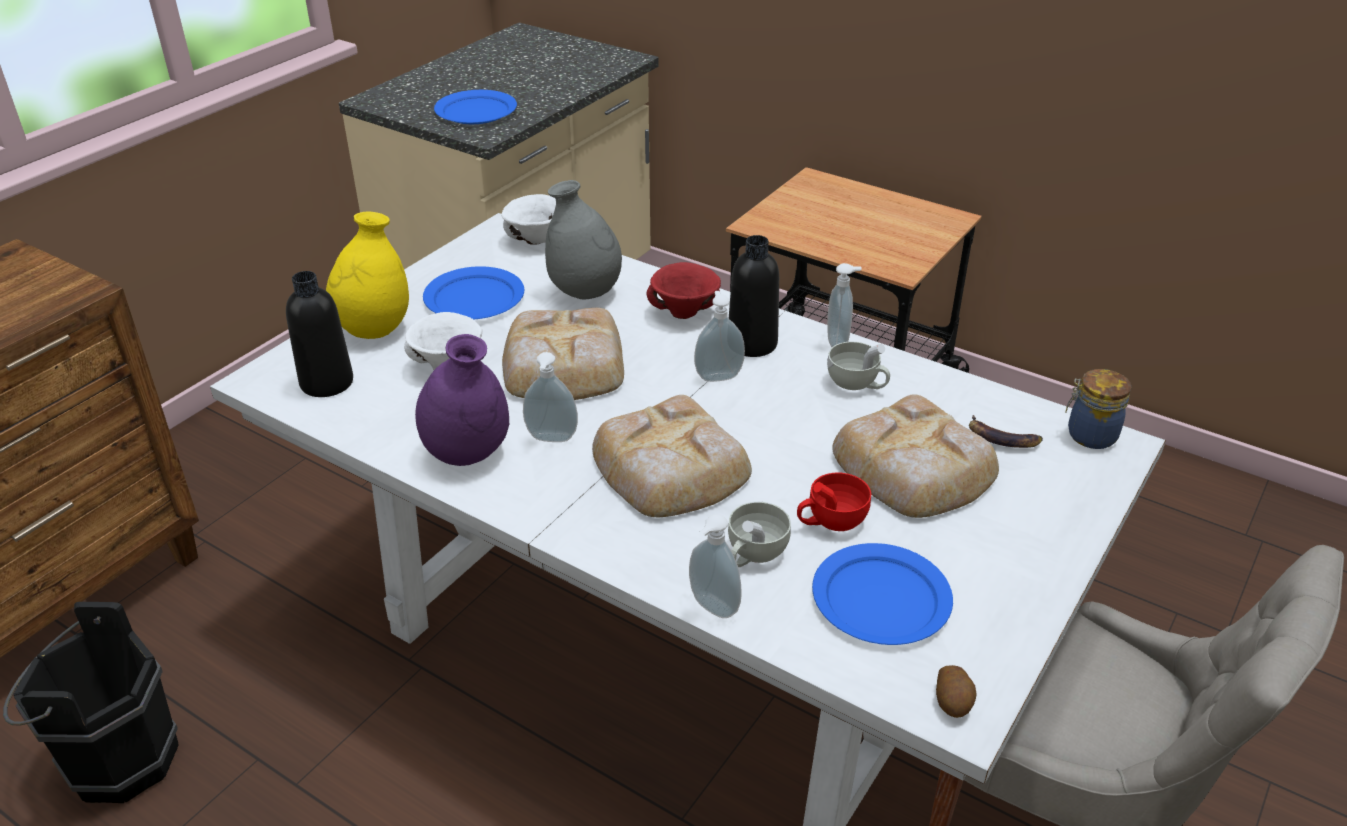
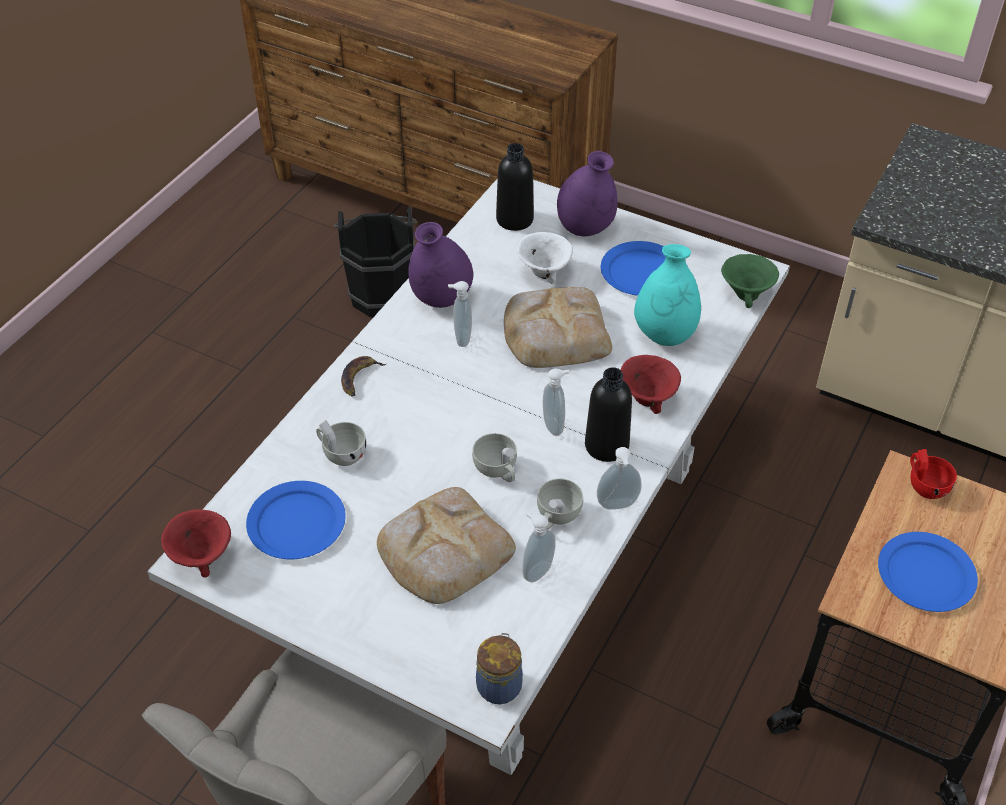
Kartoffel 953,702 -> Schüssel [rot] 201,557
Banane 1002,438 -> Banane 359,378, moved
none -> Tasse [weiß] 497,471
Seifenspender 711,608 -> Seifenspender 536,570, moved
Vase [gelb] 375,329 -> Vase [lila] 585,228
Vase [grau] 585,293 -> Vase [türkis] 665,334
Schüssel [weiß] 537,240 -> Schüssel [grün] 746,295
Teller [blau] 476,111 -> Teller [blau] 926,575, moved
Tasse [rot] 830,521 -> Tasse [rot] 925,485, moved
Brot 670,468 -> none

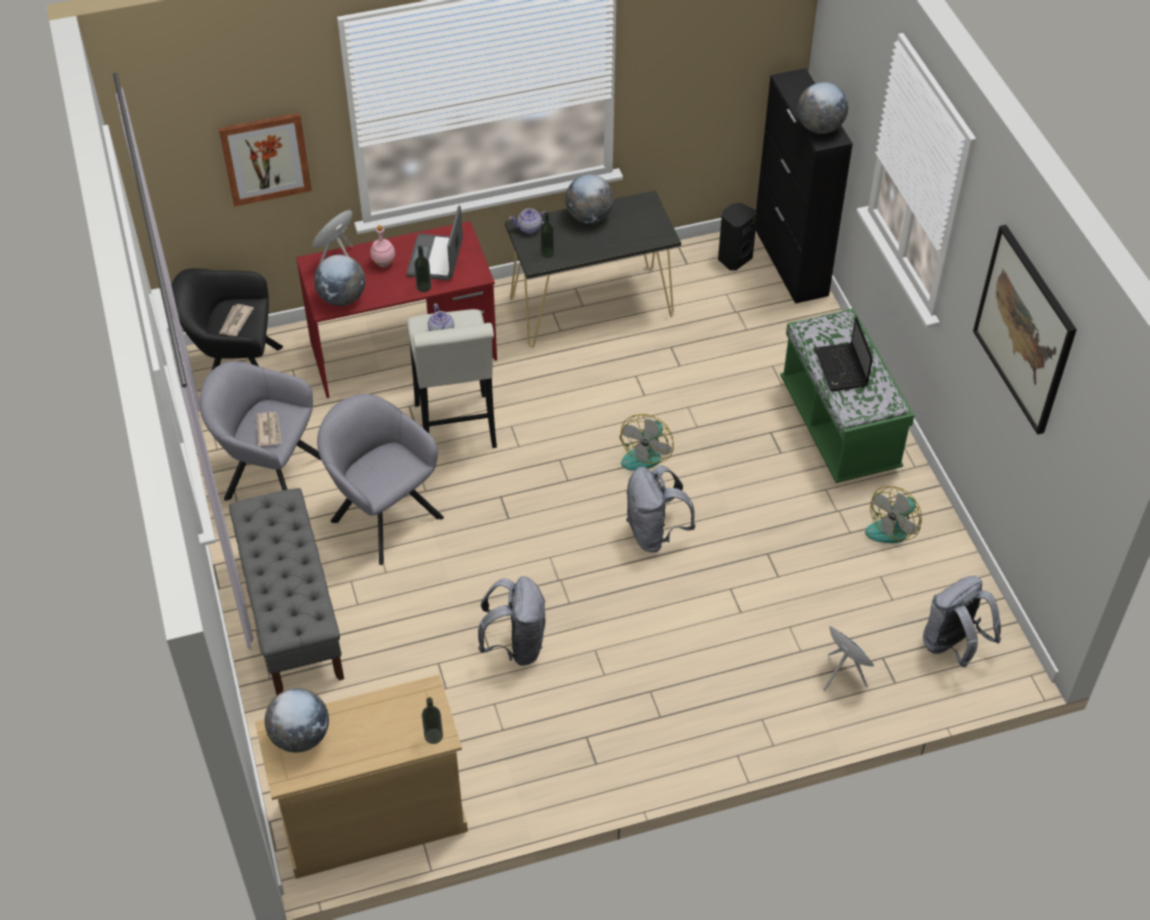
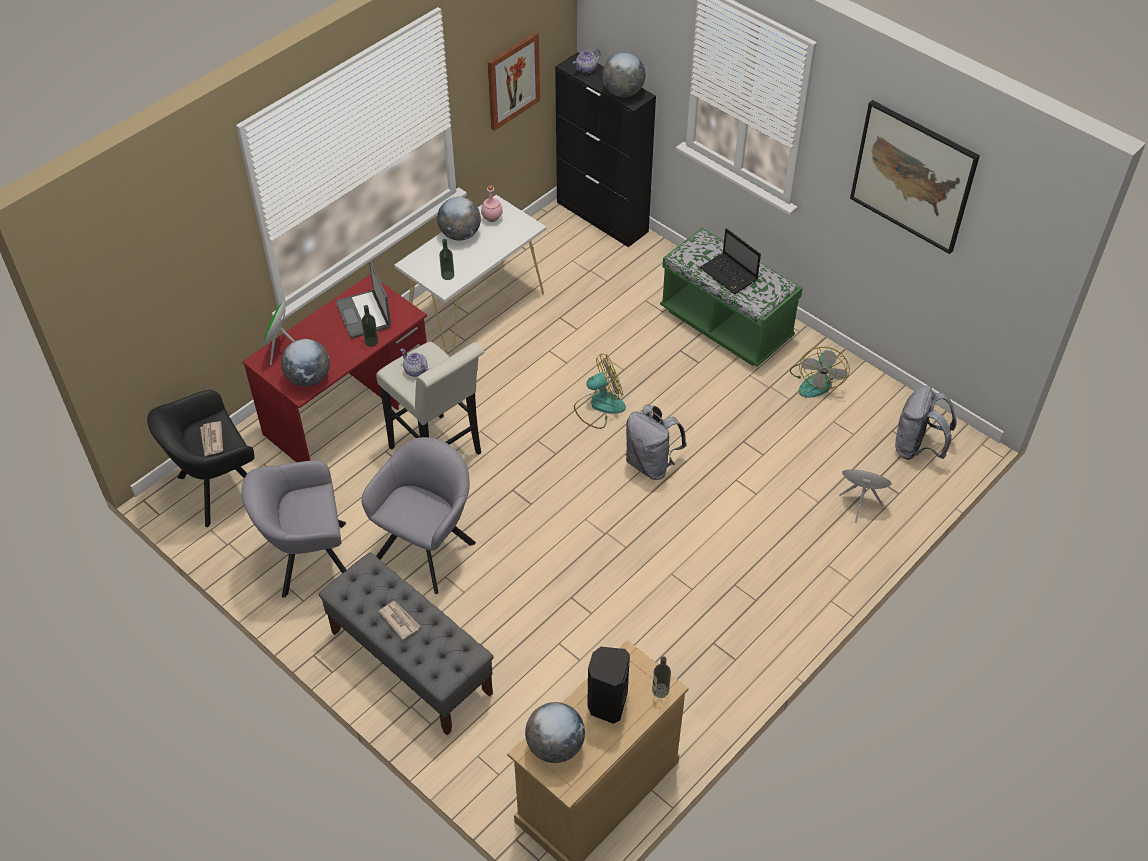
Sessel [grau] 383,515 -> Sessel [grau] 428,547, 105 degrees clockwise
Zeitung 269,430 -> Zeitung 399,620, moved
Konsolentisch [schwarz] 592,306 -> Konsolentisch [weiß] 476,311
Flasche [rosa] 384,263 -> Flasche [rosa] 492,219, moved
Bild 265,158 -> Bild 513,80, moved
Teekanne 529,228 -> Teekanne 586,69, moved
Ventilator 645,452 -> Ventilator 599,406, 105 degrees counterclockwise
Lautsprecher [schwarz] 733,258 -> Lautsprecher [schwarz] 606,703, moved
Rucksack [grau] 516,645 -> none

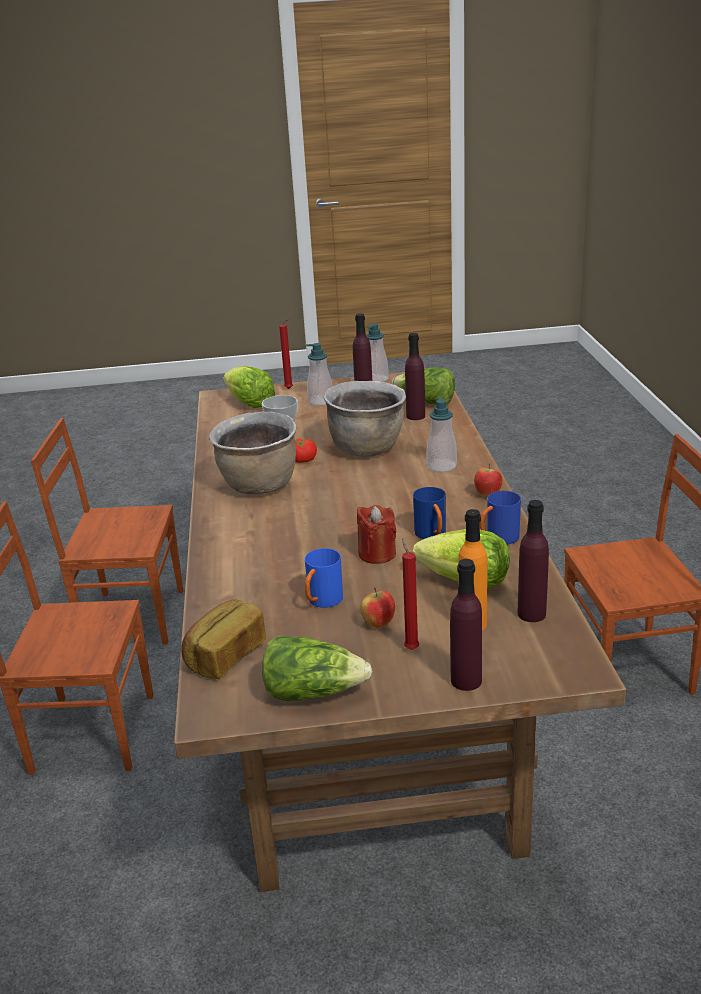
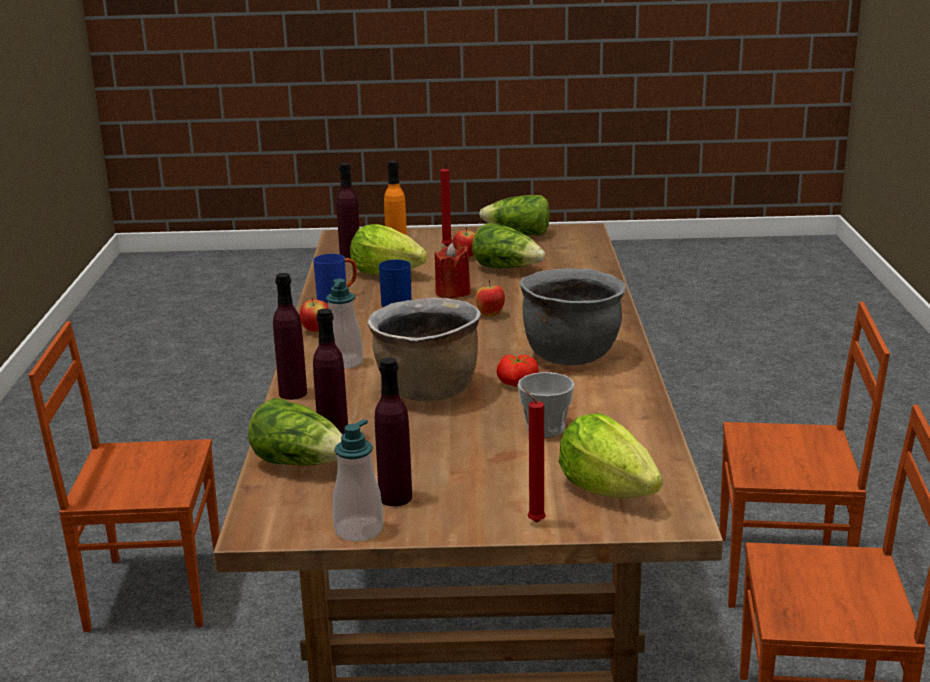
Flasche [lila] 466,680 -> Flasche [lila] 293,393, moved
Henkelbecher [blau] 322,602 -> Salatkopf 507,268
none -> Apfel 490,315
Kochtopf [braun] 259,486 -> Kochtopf [grau] 571,355
Brot 224,656 -> none
Seifenspender 320,401 -> none

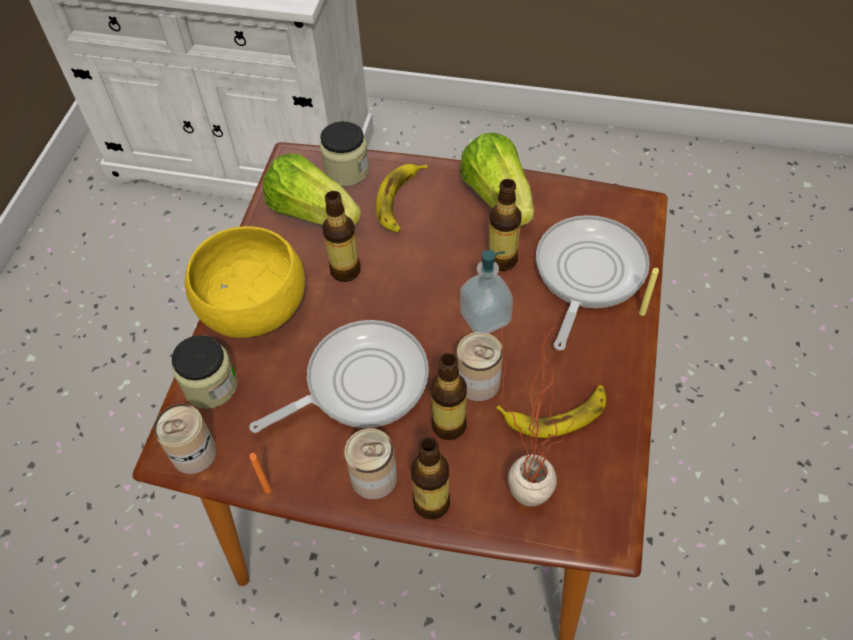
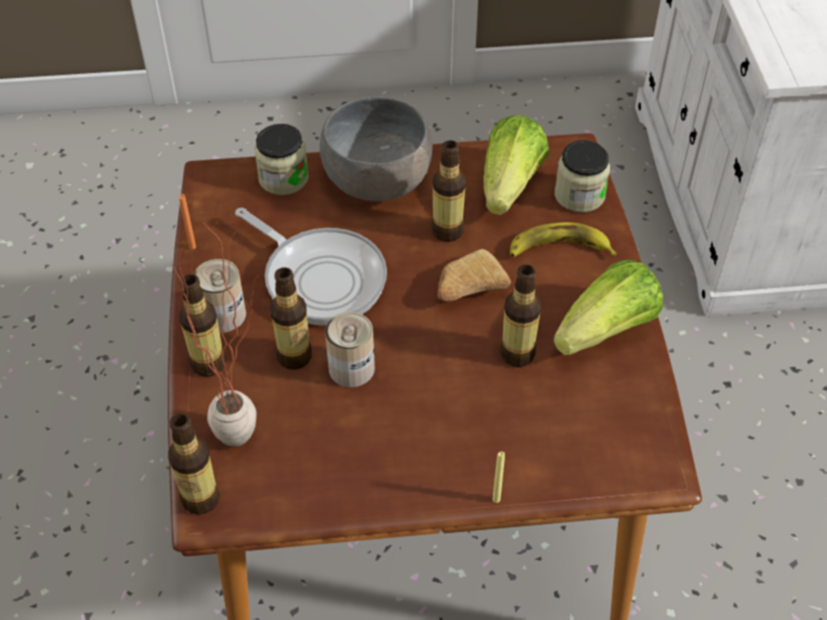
none -> Flasche 201,498
Schüssel [gelb] 254,307 -> Schüssel [grau] 377,180
none -> Brot 467,289
Dose 194,453 -> none
Seifenspender 485,318 -> none
Banane 556,414 -> none
Pfanne 587,274 -> none

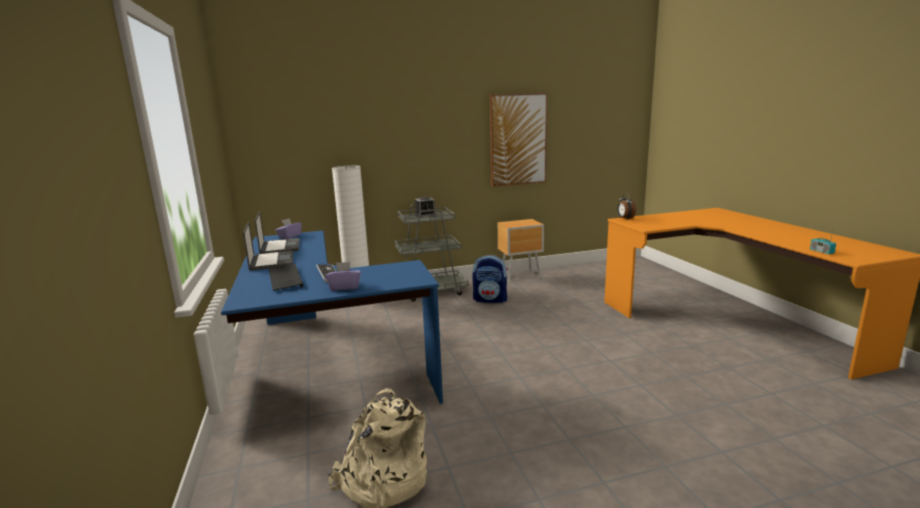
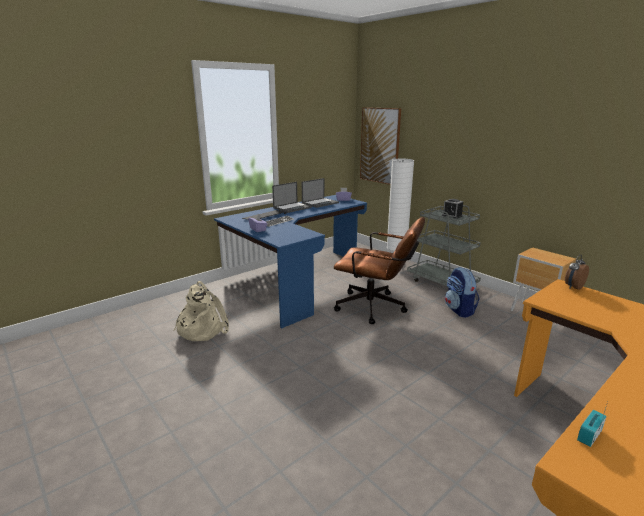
none -> Bürostuhl [braun] 376,308
Bild 518,140 -> Bild 380,145, moved

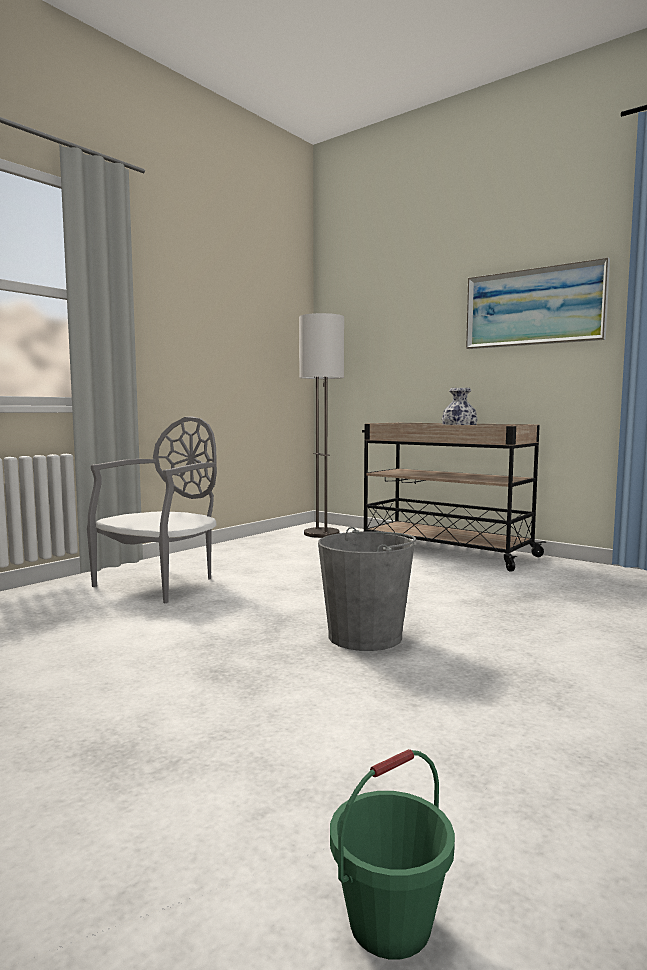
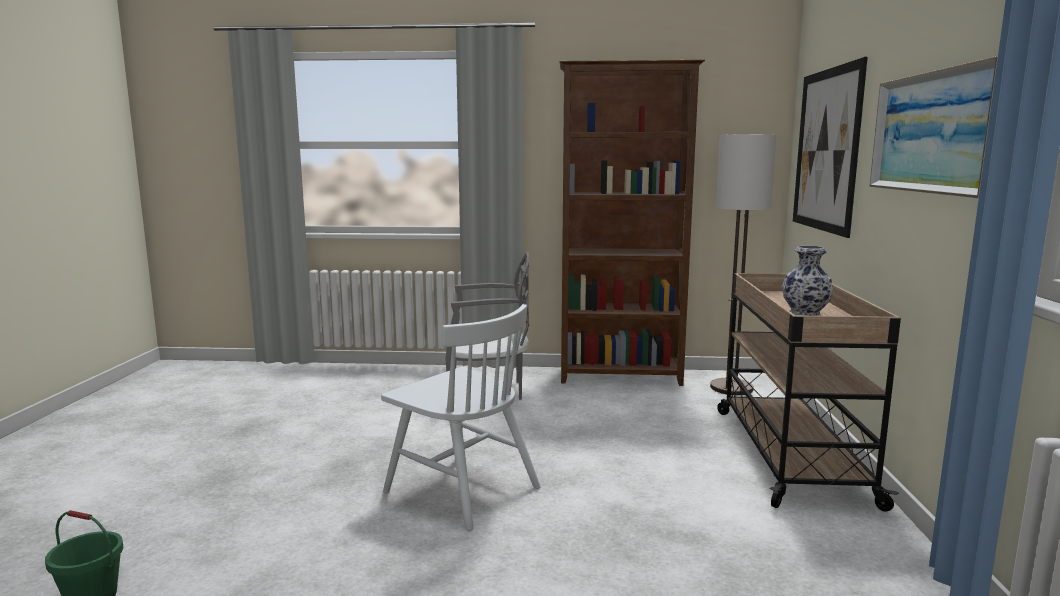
Eimer [grau] 365,636 -> Stuhl [weiß] 461,489
none -> Bücherregal [braun] 621,377
none -> Bild 826,150

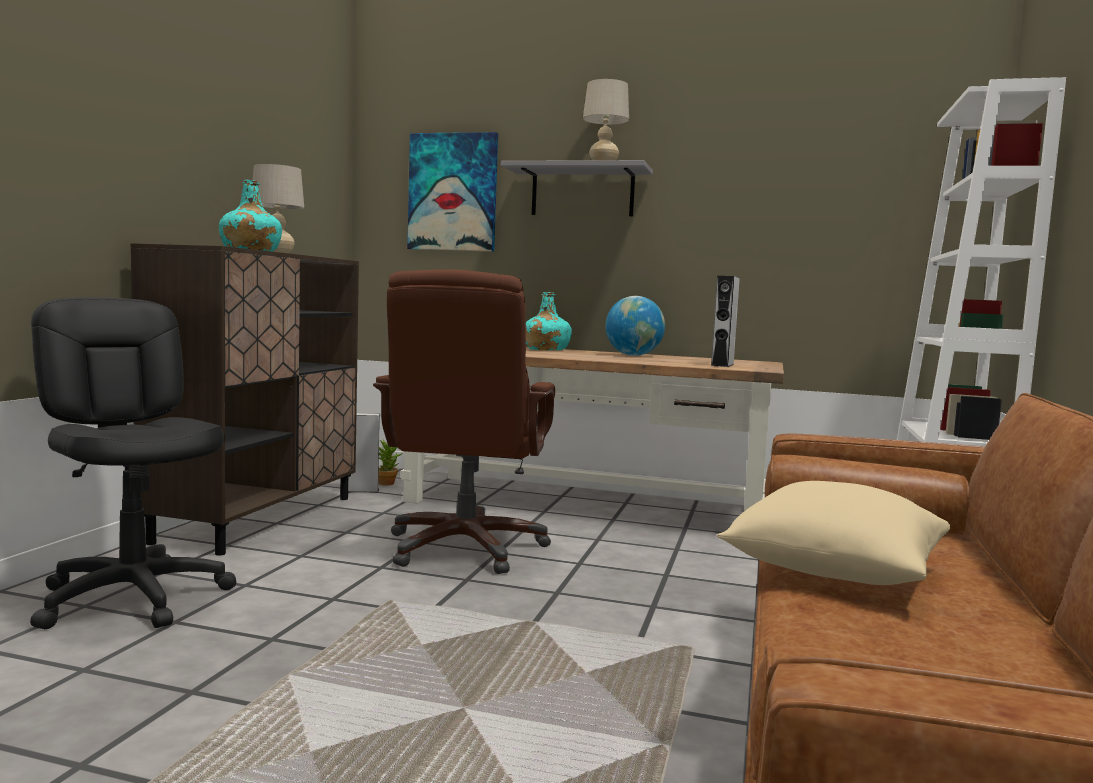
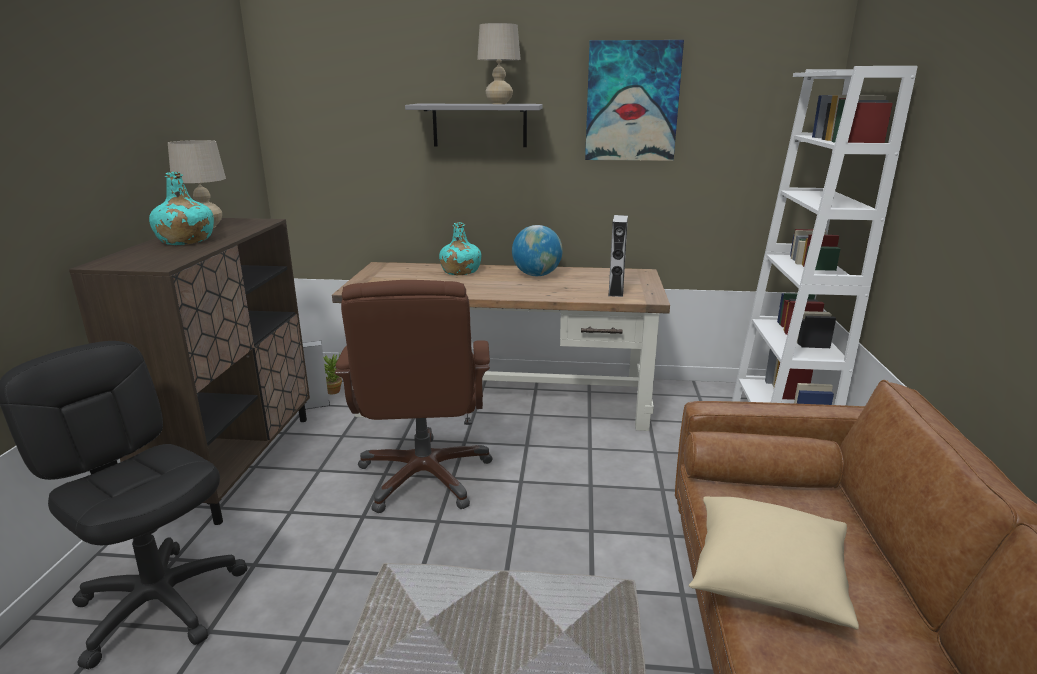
Bild 453,192 -> Bild 632,102, moved

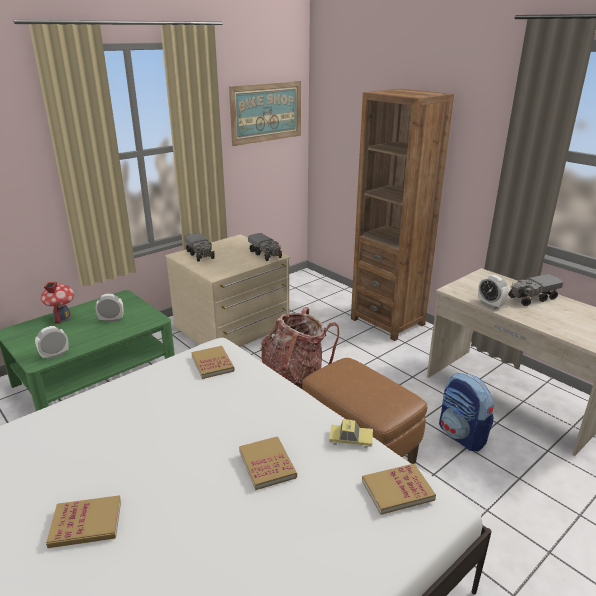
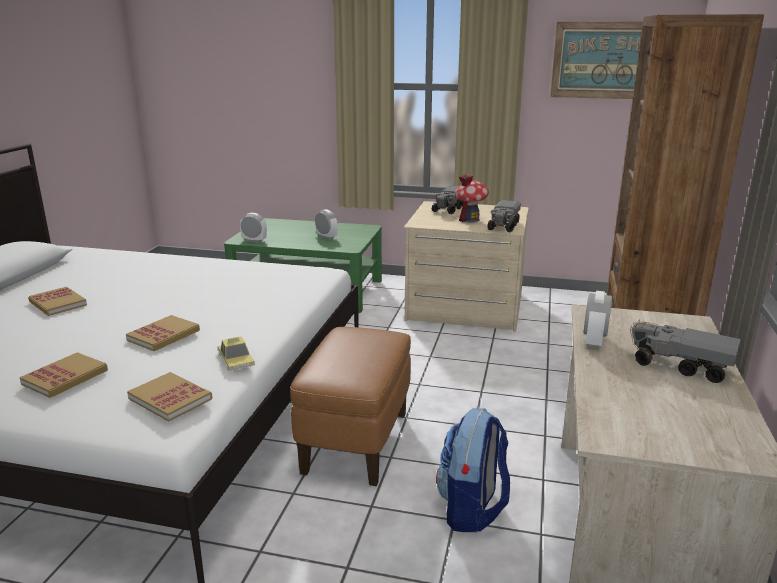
Buch 212,363 -> Buch 65,377, moved
Spielzeughaus 62,318 -> Spielzeughaus 470,219, moved
Rucksack 295,376 -> none

